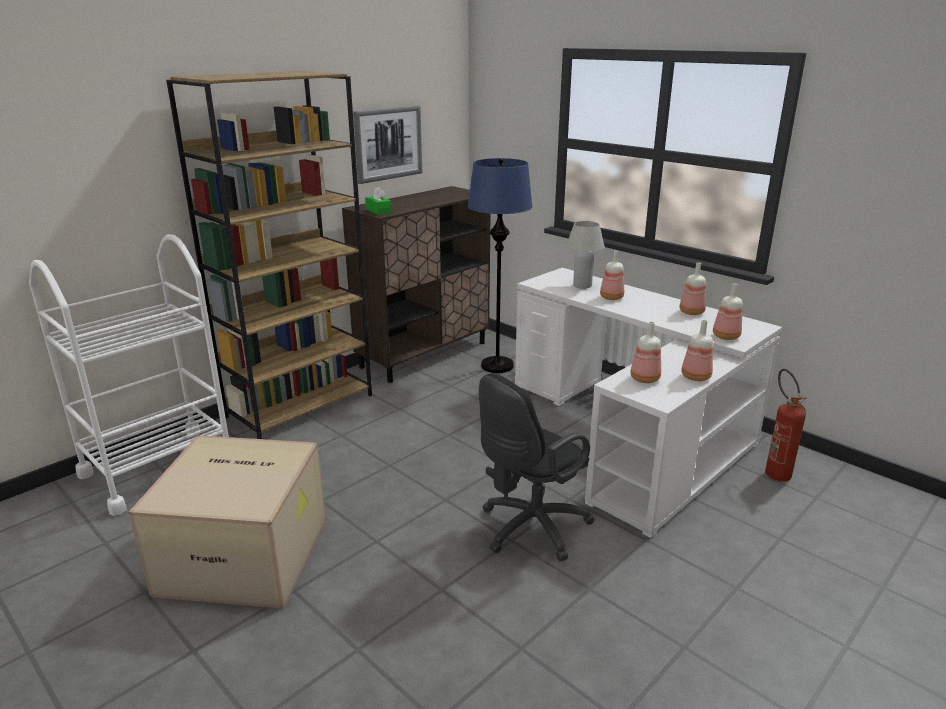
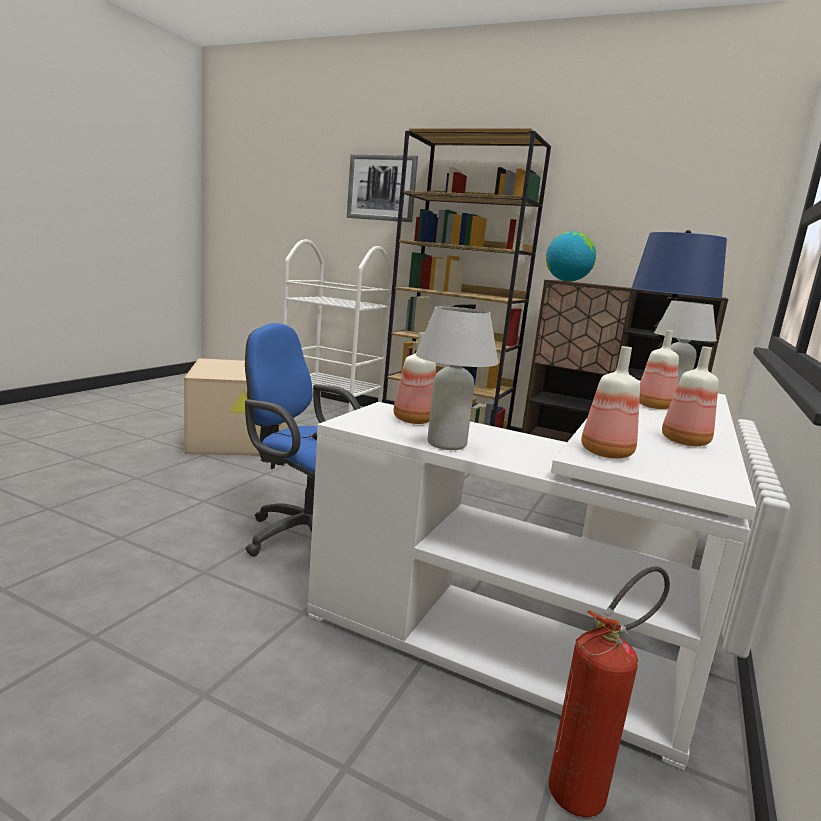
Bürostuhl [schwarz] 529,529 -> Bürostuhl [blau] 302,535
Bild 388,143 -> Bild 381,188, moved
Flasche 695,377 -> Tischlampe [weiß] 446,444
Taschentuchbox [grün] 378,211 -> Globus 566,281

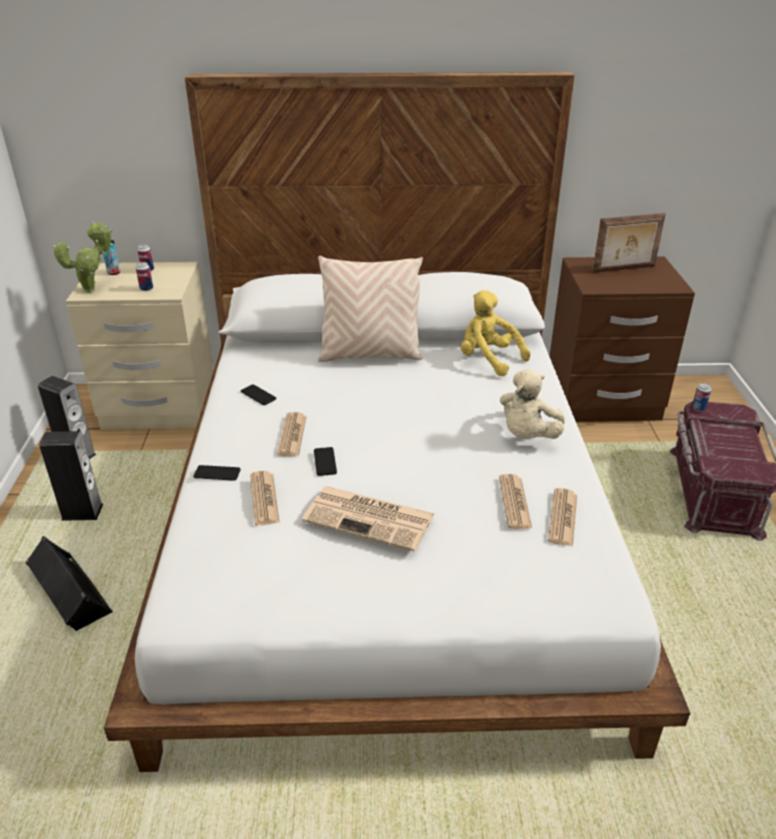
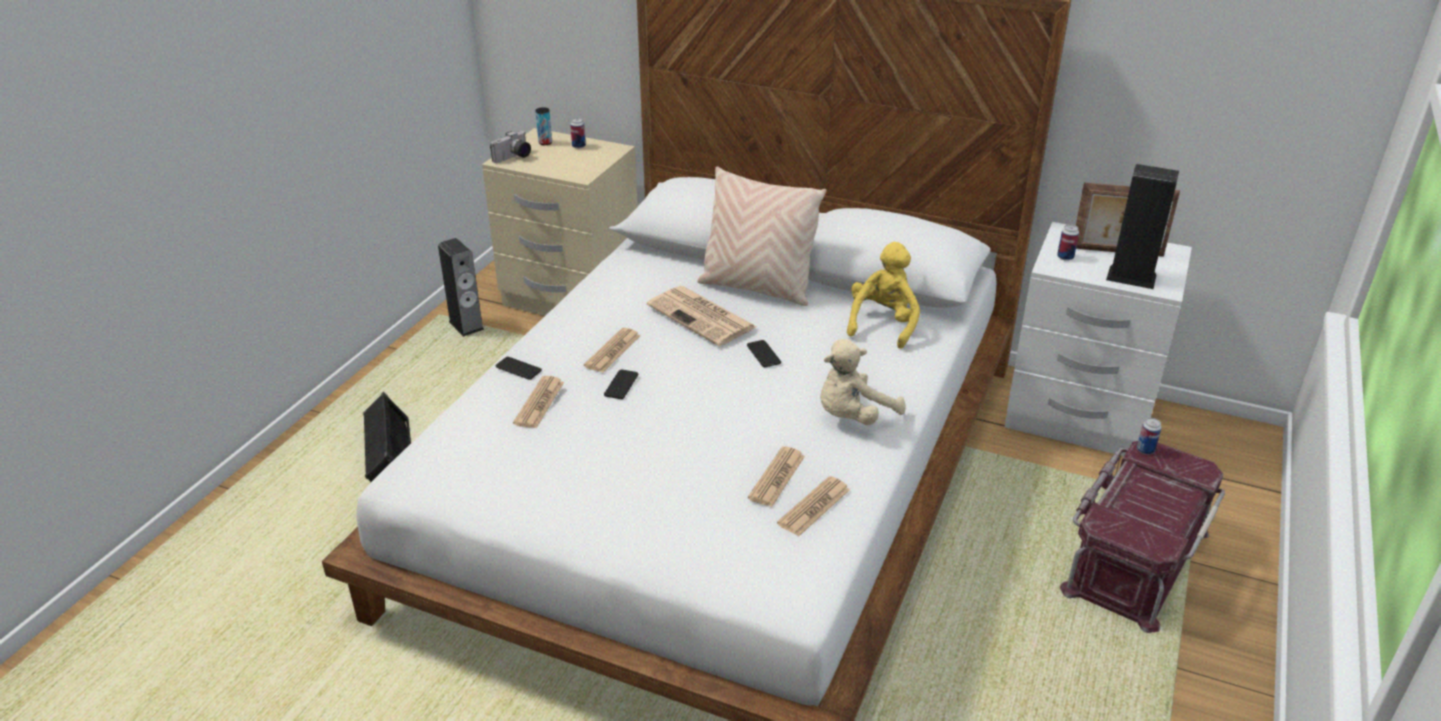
Topfpflanze 93,290 -> Kamera 514,157
Zeitung 371,518 -> Zeitung 703,317, moved
Handy 258,395 -> Handy 763,354, moved
Plüschtier [gelb] 488,359 -> Plüschtier [gelb] 883,324, 45 degrees clockwise
Nachttisch [braun] 602,401 -> Nachttisch [weiß] 1077,416
Dose 146,289 -> Dose 1065,257, moved
Lautsprecher 82,513 -> Lautsprecher 1131,277, moved

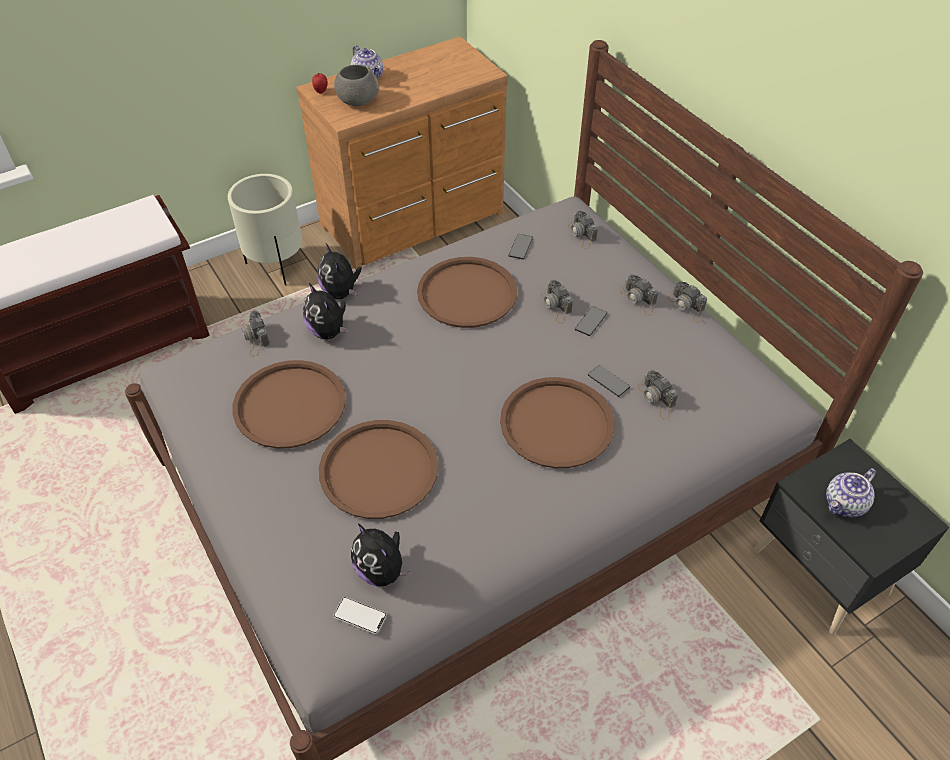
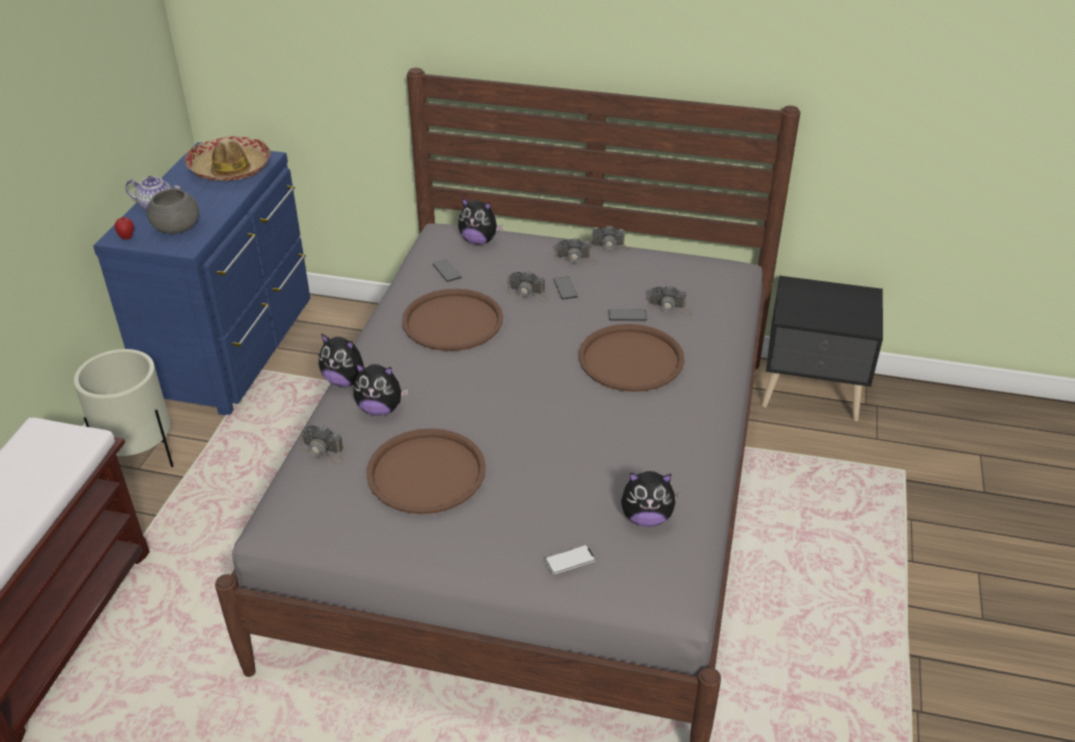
Kommode [braun] 415,221 -> Kommode [blau] 235,348
none -> Hut 230,168
Kamera 582,235 -> Plüschtier 479,241
Handy 360,616 -> Handy 570,560, moved
Tablett [braun] 379,470 -> none
Teekanne 845,504 -> none

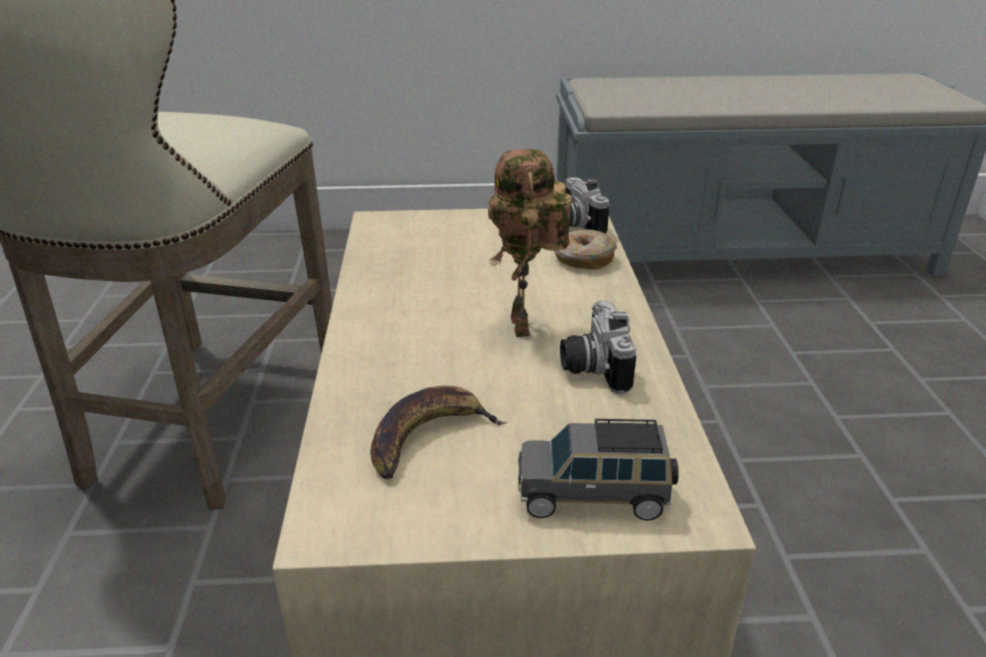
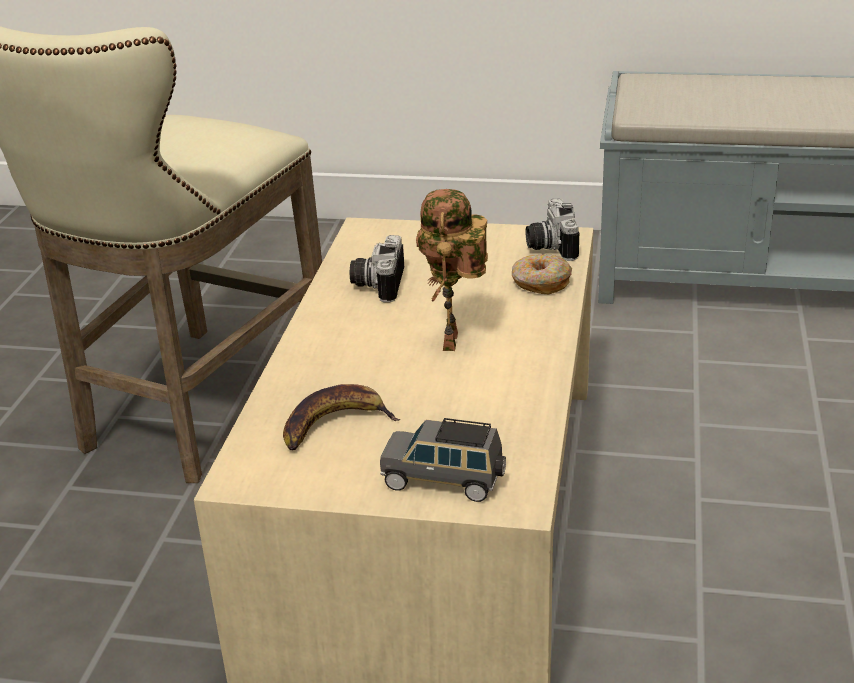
Kamera 591,367 -> Kamera 377,284, moved

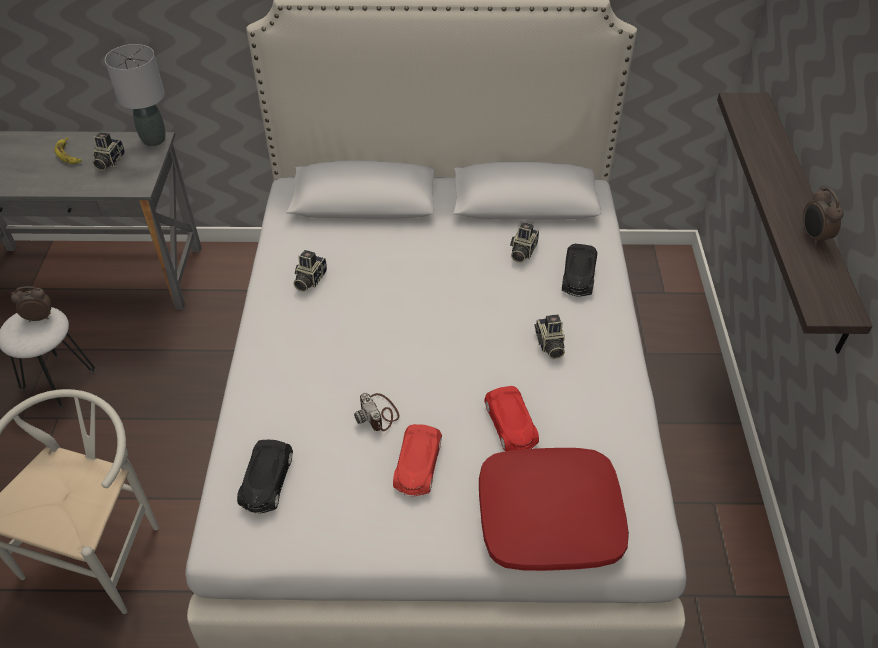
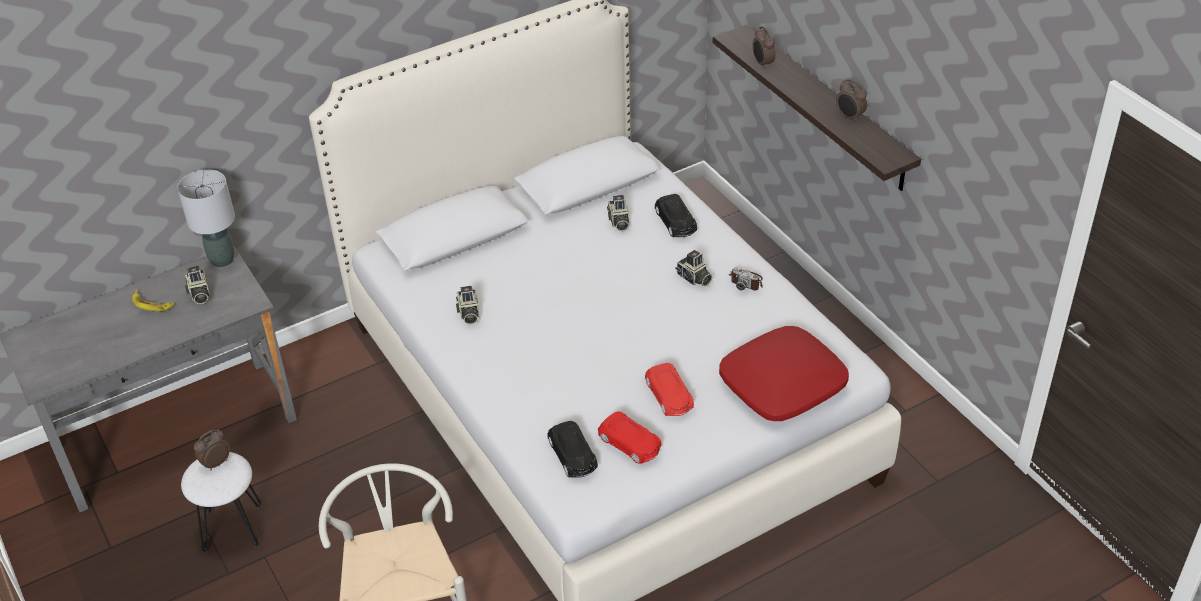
Spielzeugauto [rot] 511,425 -> Spielzeugauto [rot] 630,443, moved
Kamera 378,414 -> Kamera 746,281, moved
none -> Wecker 762,64

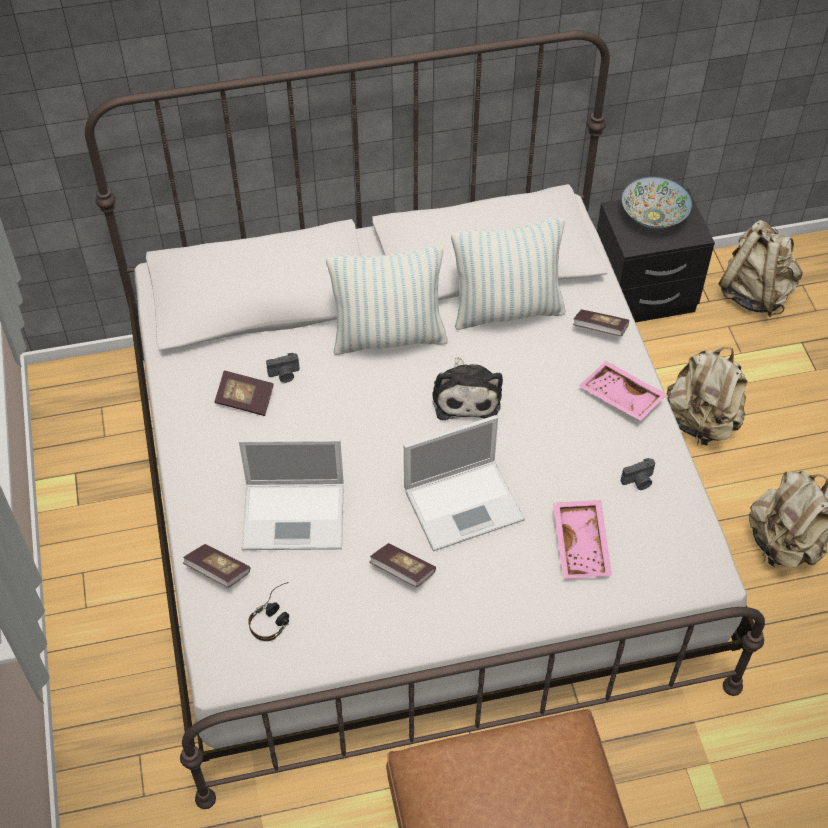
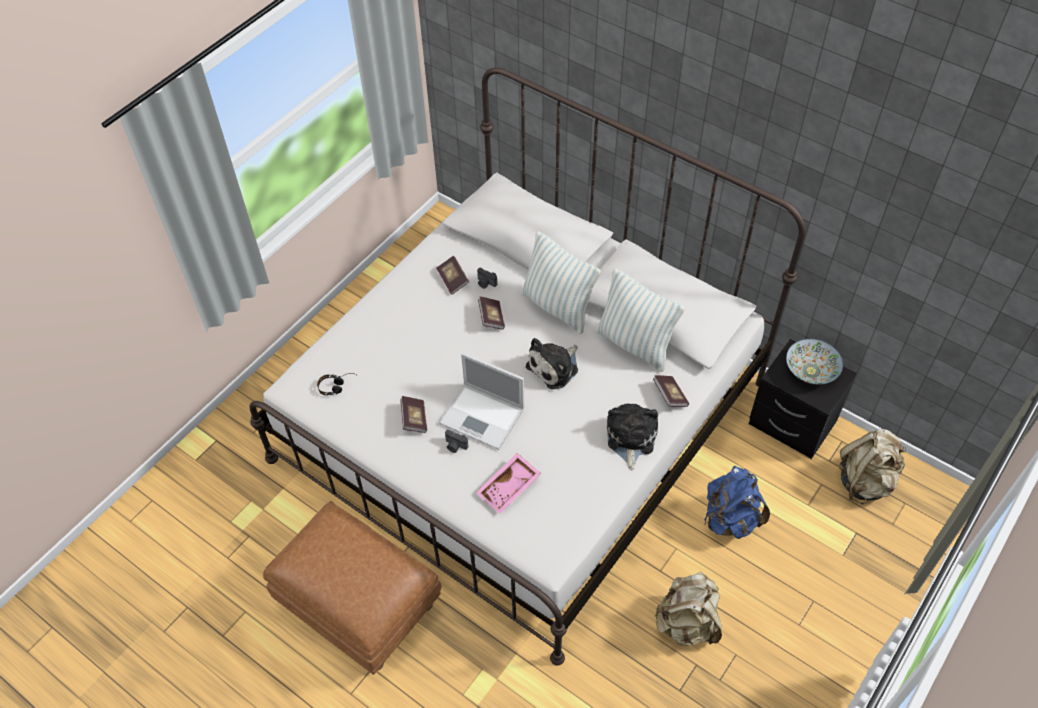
Kamera 638,481 -> Kamera 455,446, moved
Buch 218,571 -> Buch 491,318, moved
Tablett [rosa] 620,398 -> Plüschtier 630,438
Rucksack [beige] 701,422 -> Rucksack [blau] 730,518
Laptop 296,515 -> none

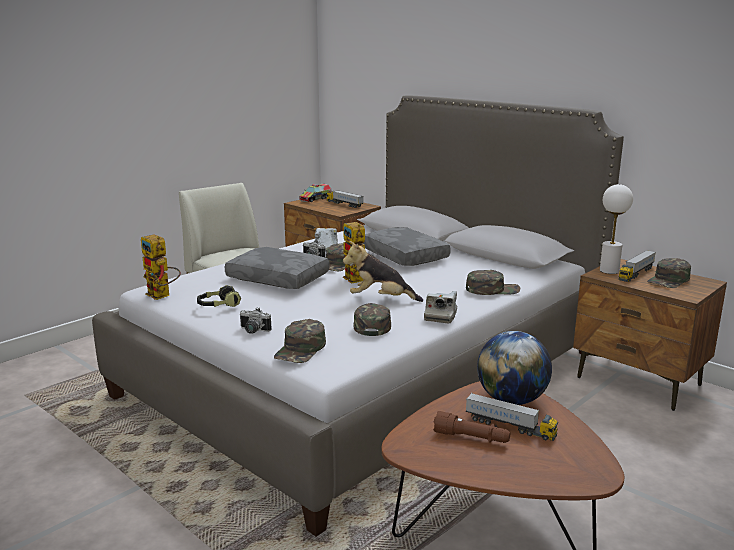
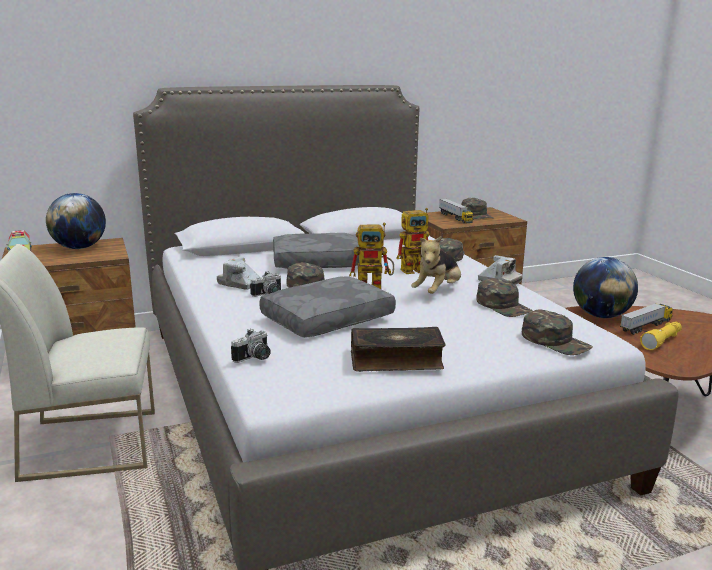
Spielzeuglaster 344,204 -> Globus 79,248
Kamera 253,331 -> Kamera 255,358, moved
Kopfhörer 218,305 -> Buch 396,360
Spielzeugroboter 162,296 -> Spielzeugroboter 417,269, moved
Kappe [grün] 372,324 -> Kappe [grün] 503,306, 150 degrees counterclockwise
Taschenlampe [braun] 471,438 -> Taschenlampe [gelb] 662,341
Tischlampe [weiß] 609,271 -> none

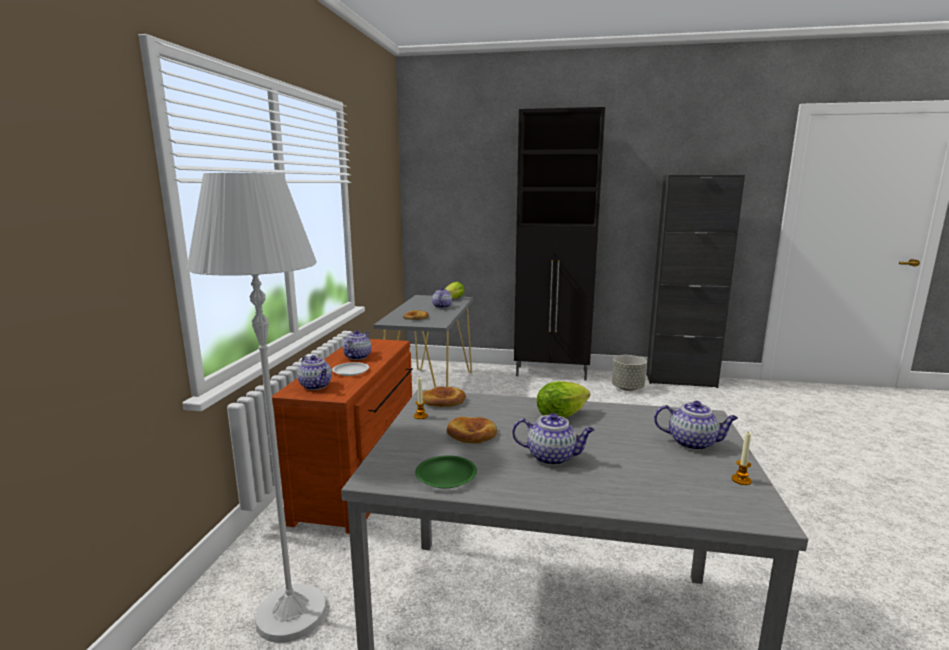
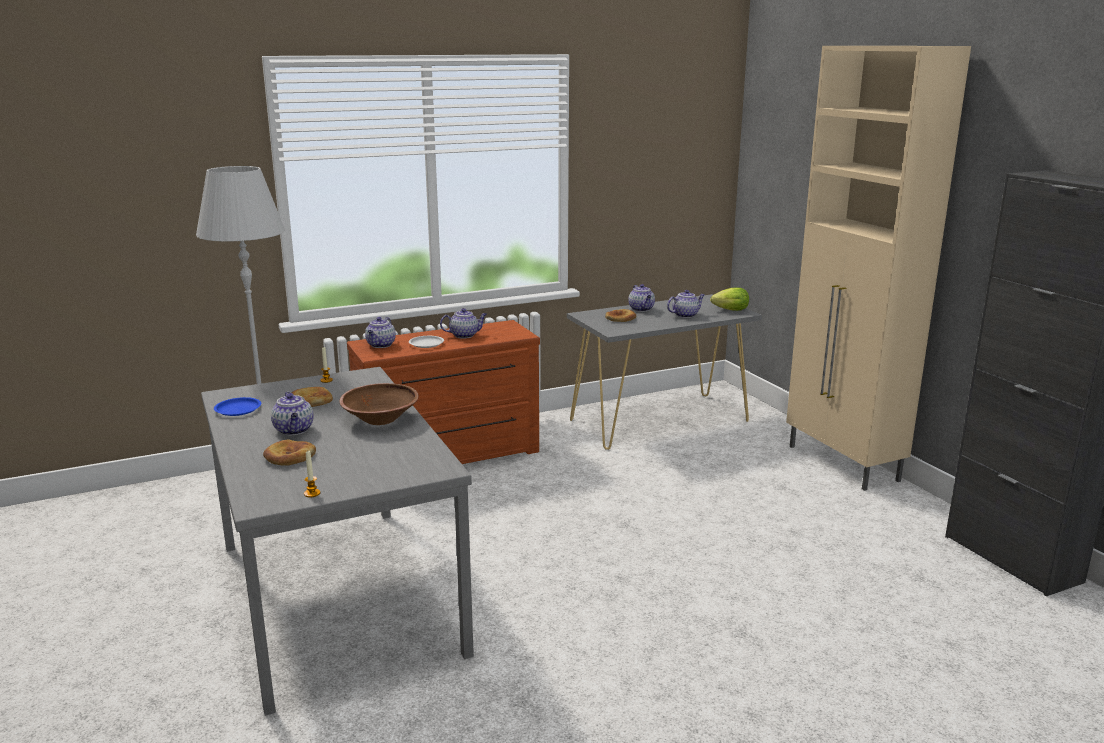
Teller [grün] 446,476 -> Teller [blau] 238,410
Brot 443,400 -> Brot 289,457, moved
Salatkopf 564,415 -> Schüssel [braun] 380,419
Teekanne 693,443 -> Teekanne 641,309, moved
Schrank [schwarz] 552,373 -> Schrank [beige] 843,464
Pflanzkübel [grau] 627,388 -> none

